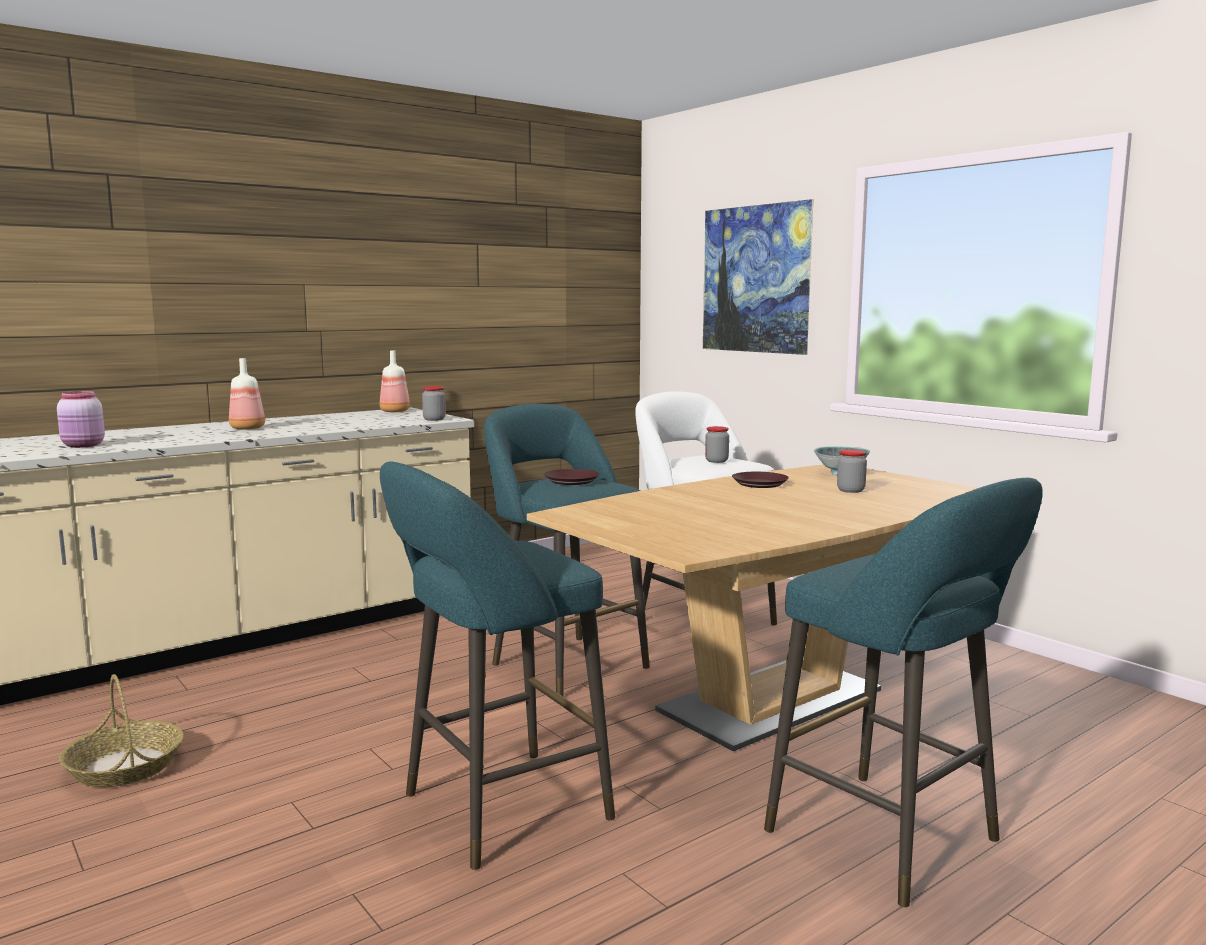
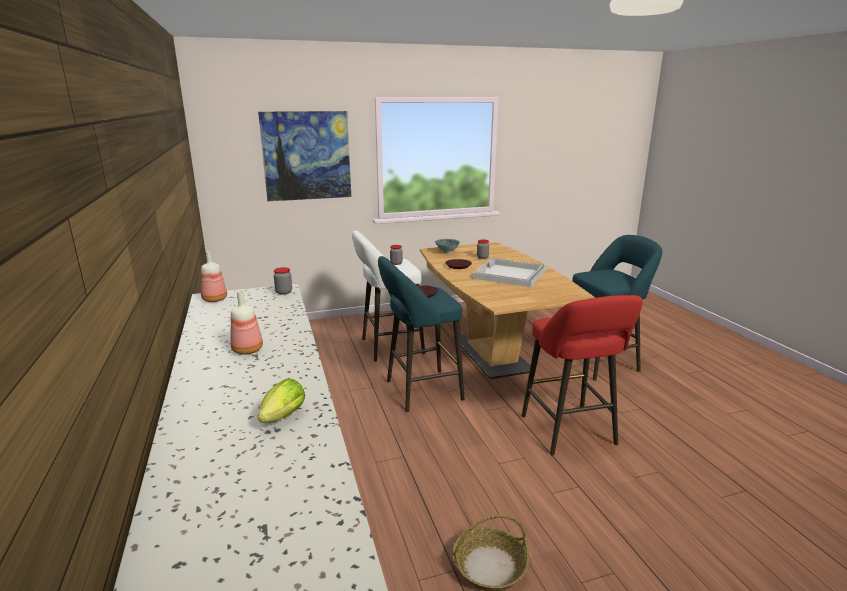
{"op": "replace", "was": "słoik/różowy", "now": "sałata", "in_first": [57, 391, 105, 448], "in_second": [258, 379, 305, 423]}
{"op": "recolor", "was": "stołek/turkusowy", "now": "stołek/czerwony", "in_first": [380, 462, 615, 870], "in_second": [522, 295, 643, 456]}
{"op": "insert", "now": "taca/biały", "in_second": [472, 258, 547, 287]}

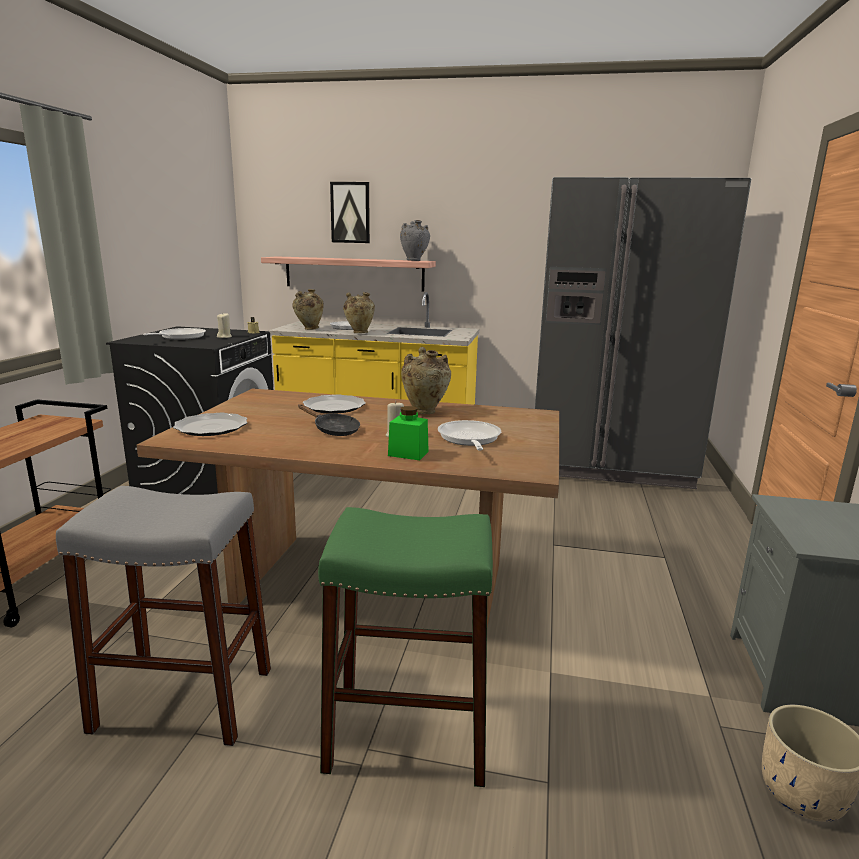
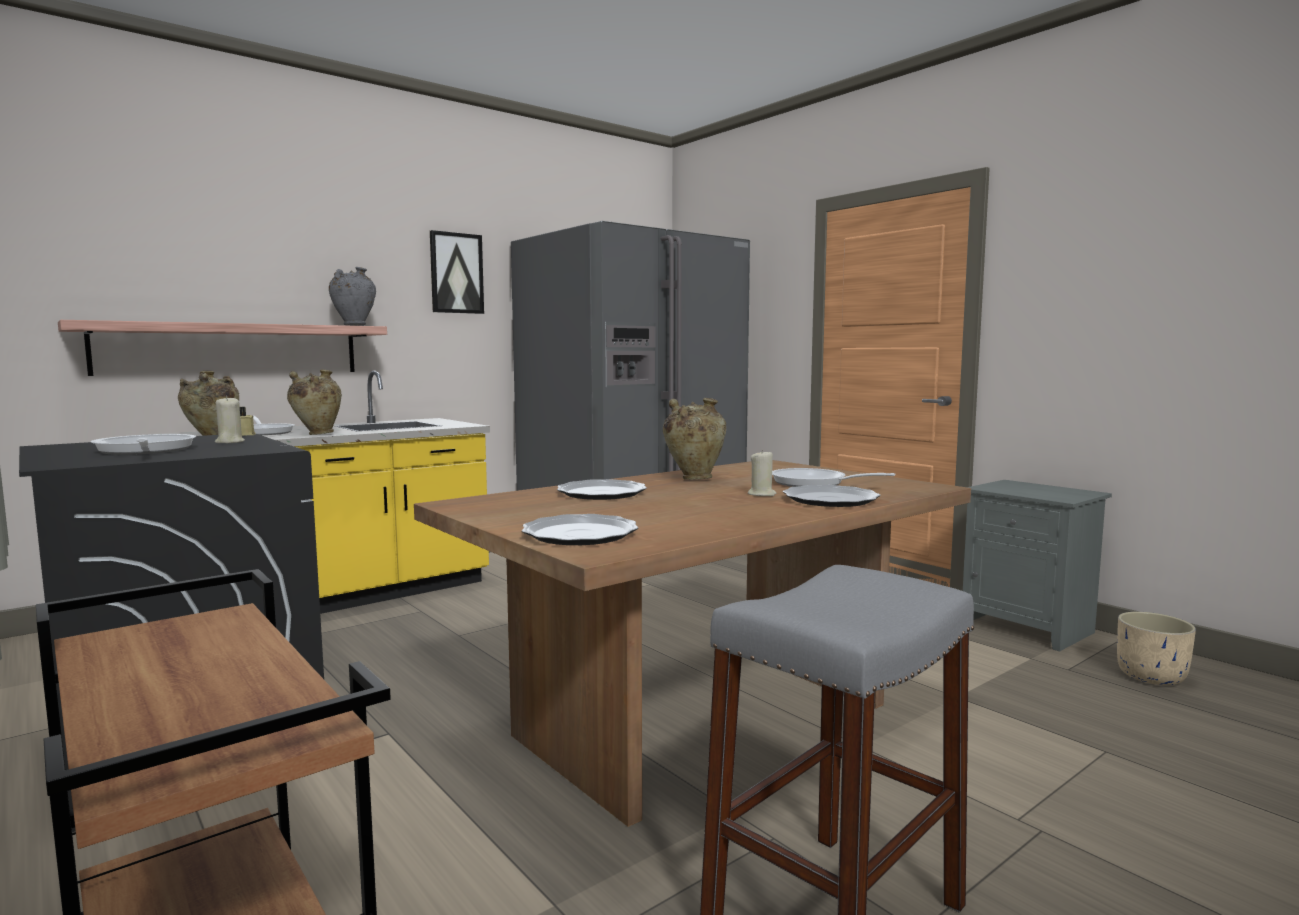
{"op": "delete", "was": "patelnia/czarny", "in_first": [298, 404, 360, 436]}
{"op": "delete", "was": "stołek/zielony", "in_first": [318, 507, 493, 787]}
{"op": "move", "was": "obraz", "in_first": [330, 182, 370, 243], "in_second": [430, 230, 484, 314]}
{"op": "replace", "was": "słoik/zielony", "now": "talerz", "in_first": [388, 406, 429, 460], "in_second": [783, 485, 880, 507]}

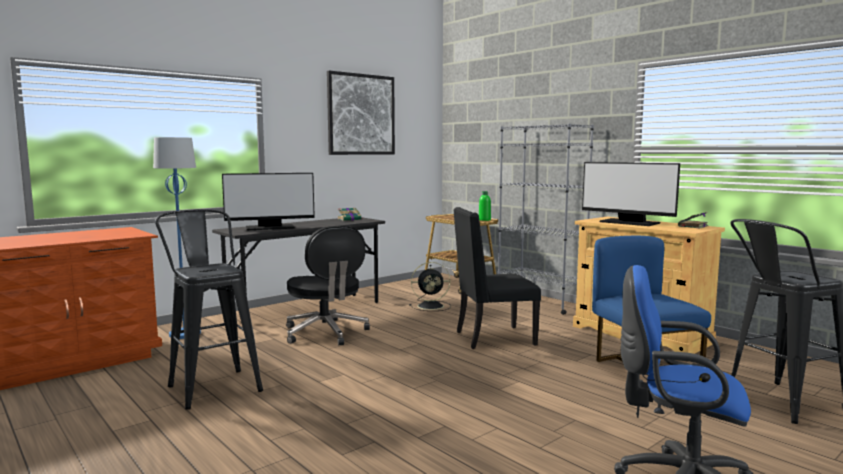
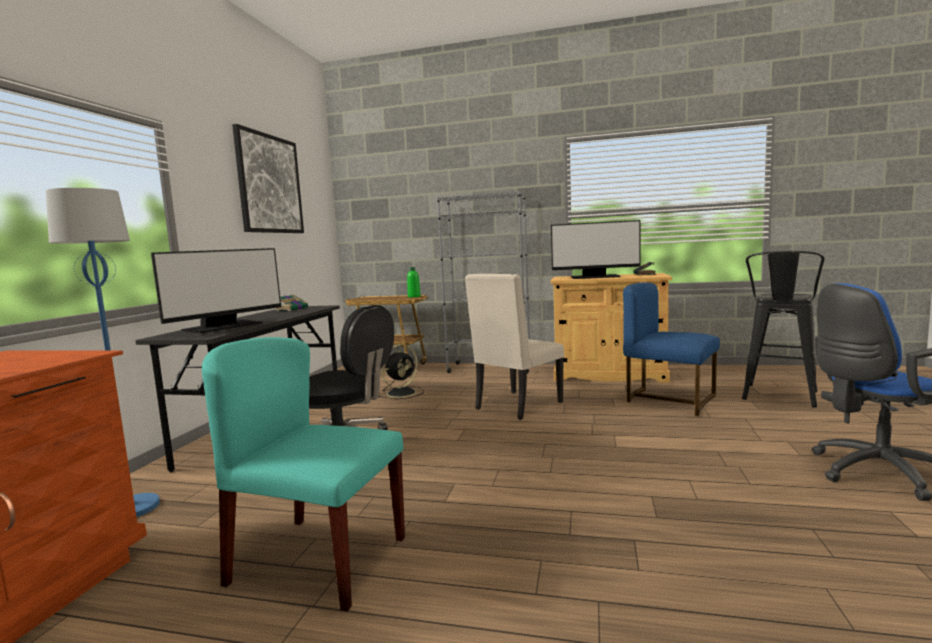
{"op": "replace", "was": "stołek/czarny", "now": "krzesło/turkusowy", "in_first": [155, 209, 263, 410], "in_second": [202, 337, 405, 612]}
{"op": "recolor", "was": "krzesło/czarny", "now": "krzesło/beżowy", "in_first": [453, 207, 541, 349], "in_second": [465, 274, 564, 420]}

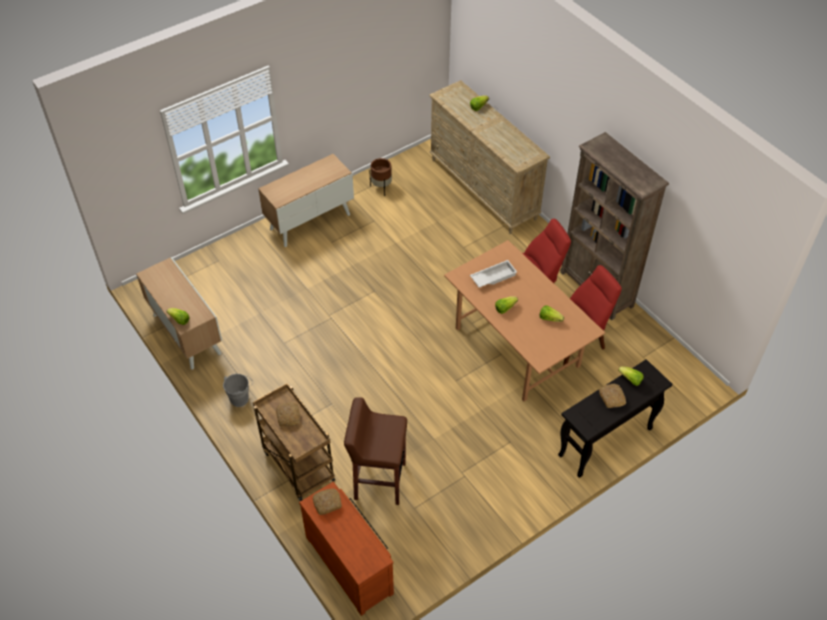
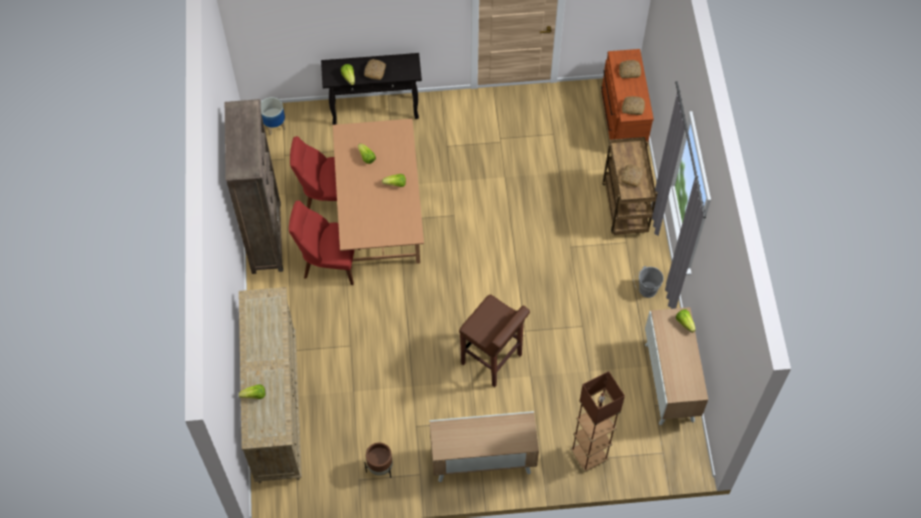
{"op": "move", "was": "stołek/brązowy", "in_first": [344, 397, 407, 505], "in_second": [459, 294, 530, 387]}
{"op": "delete", "was": "taca/biały", "in_first": [470, 260, 517, 287]}
{"op": "insert", "now": "donica", "in_second": [261, 97, 286, 135]}
{"op": "insert", "now": "lampa stojąca/brązowy", "in_second": [570, 371, 625, 472]}
{"op": "insert", "now": "chleb", "in_second": [619, 60, 641, 78]}

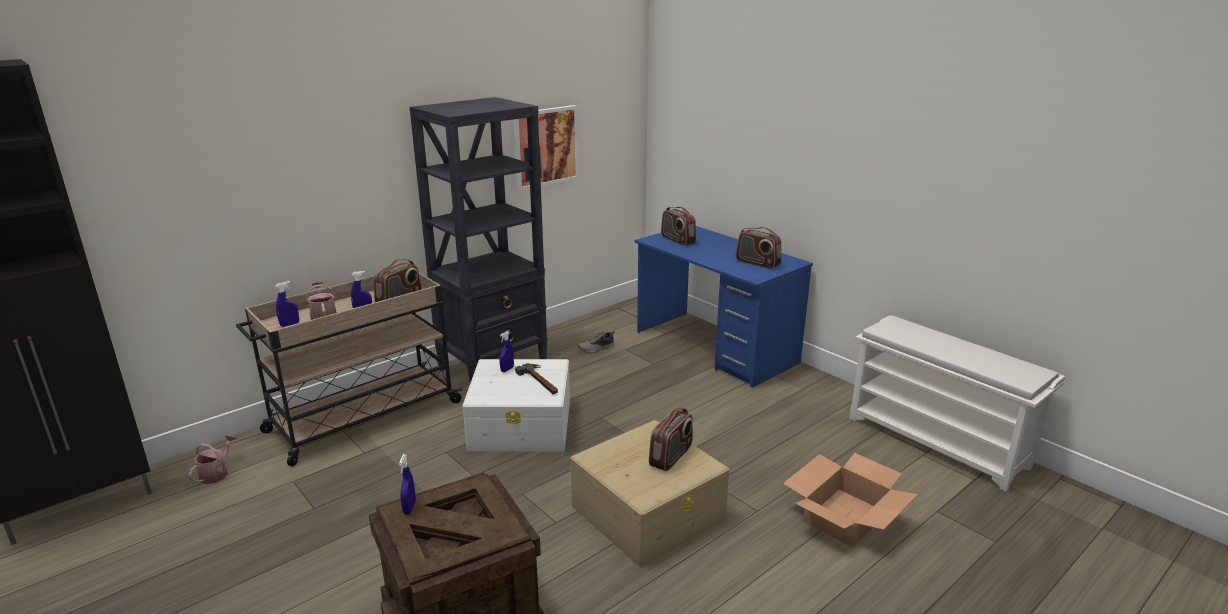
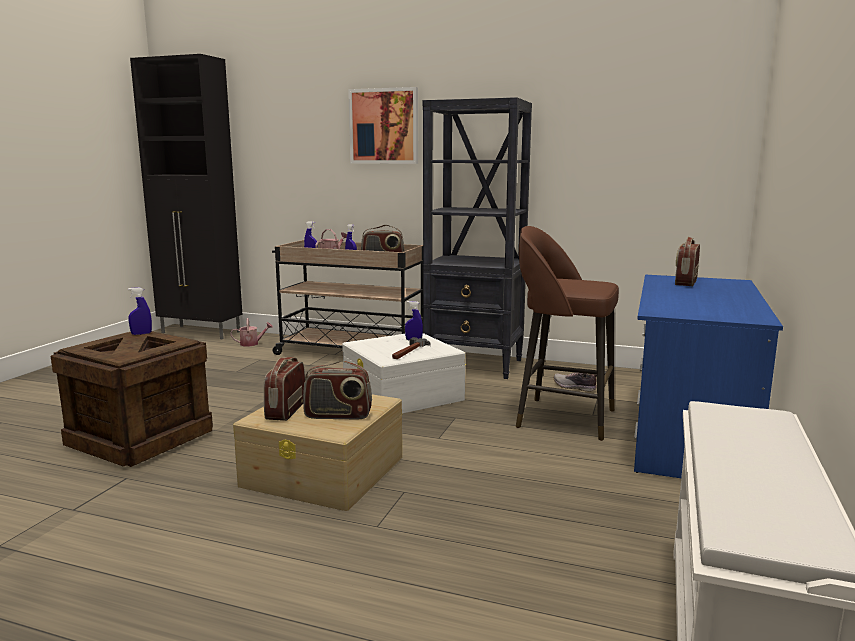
{"op": "move", "was": "obraz", "in_first": [513, 105, 579, 191], "in_second": [348, 87, 418, 164]}
{"op": "move", "was": "radio", "in_first": [736, 227, 782, 269], "in_second": [264, 357, 305, 421]}
{"op": "delete", "was": "karton", "in_first": [783, 453, 918, 547]}
{"op": "insert", "now": "stołek/brązowy", "in_second": [516, 226, 619, 441]}

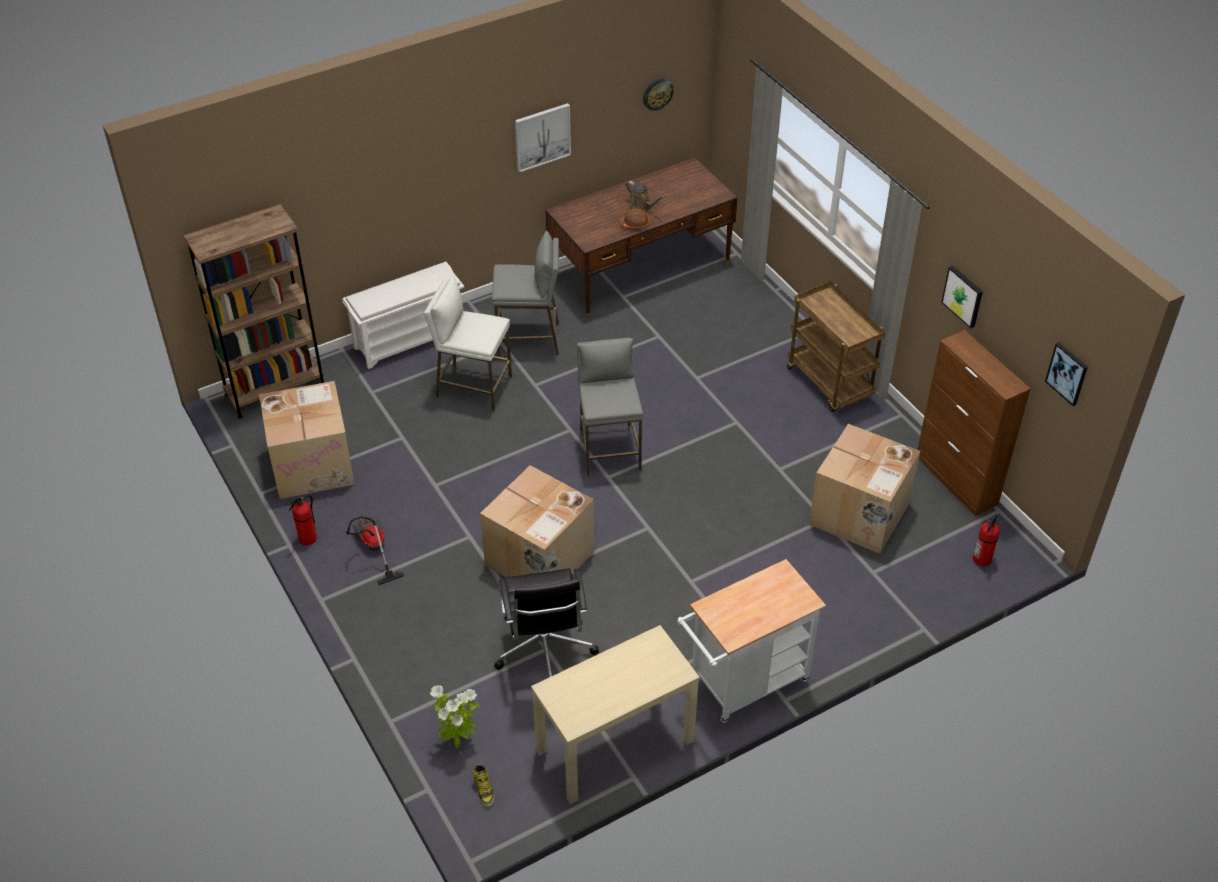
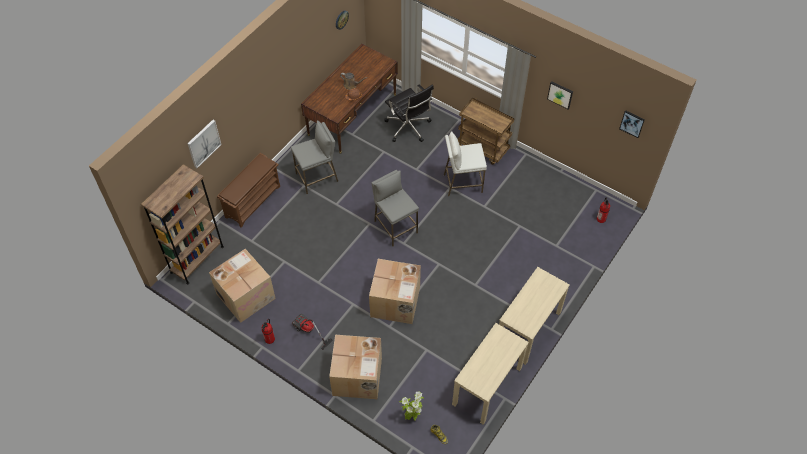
{"op": "recolor", "was": "regał na buty/biały", "now": "regał na buty/brązowy", "in_first": [342, 262, 464, 369], "in_second": [217, 153, 280, 227]}
{"op": "move", "was": "stołek/biały", "in_first": [424, 276, 512, 411], "in_second": [444, 131, 487, 196]}
{"op": "move", "was": "krzesło biurowe/czarny", "in_first": [494, 568, 599, 677], "in_second": [384, 84, 434, 142]}
{"op": "move", "was": "obraz", "in_first": [515, 103, 571, 172], "in_second": [187, 120, 222, 168]}
{"op": "replace", "was": "wózek/biały", "now": "stolik konsolowy/beżowy", "in_first": [677, 559, 826, 723], "in_second": [499, 267, 570, 365]}
{"op": "move", "was": "karton", "in_first": [809, 424, 920, 554], "in_second": [329, 335, 382, 399]}
{"op": "delete", "was": "szafka/brązowy", "in_first": [917, 330, 1030, 516]}

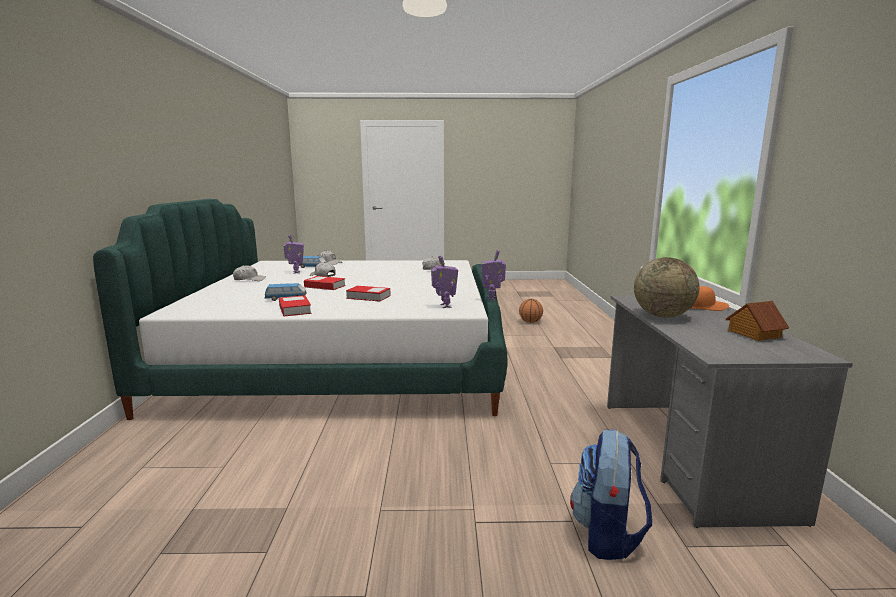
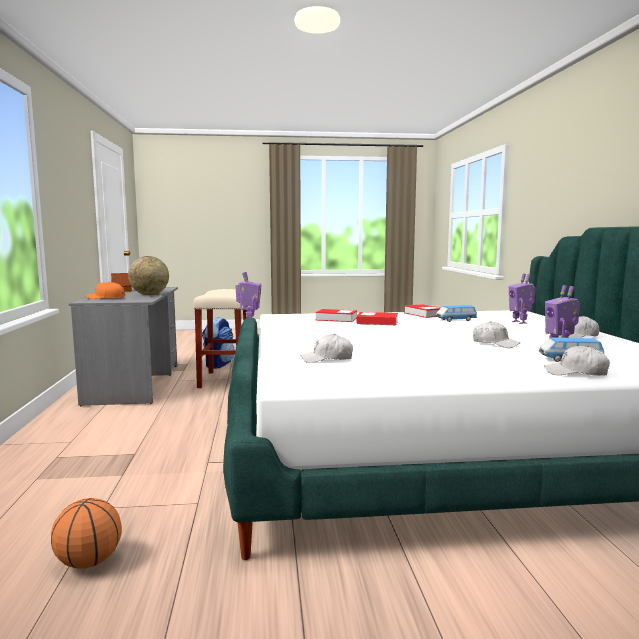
{"op": "move", "was": "książka", "in_first": [304, 276, 346, 290], "in_second": [315, 309, 357, 322]}
{"op": "move", "was": "robot zabawkowy", "in_first": [431, 256, 458, 308], "in_second": [509, 273, 536, 324]}
{"op": "insert", "now": "stołek/beżowy", "in_second": [193, 289, 247, 388]}

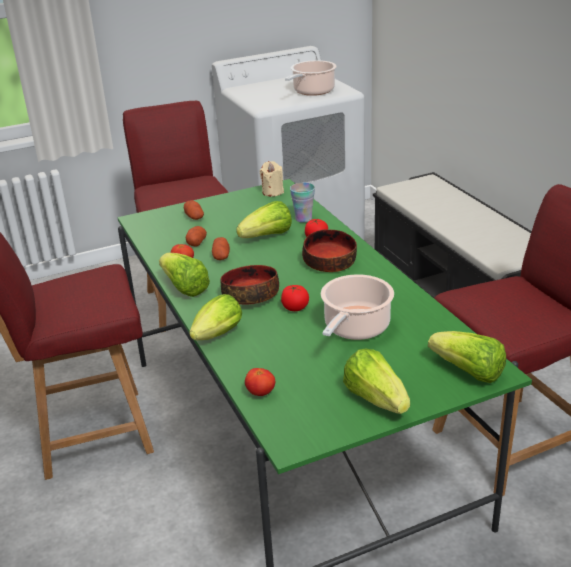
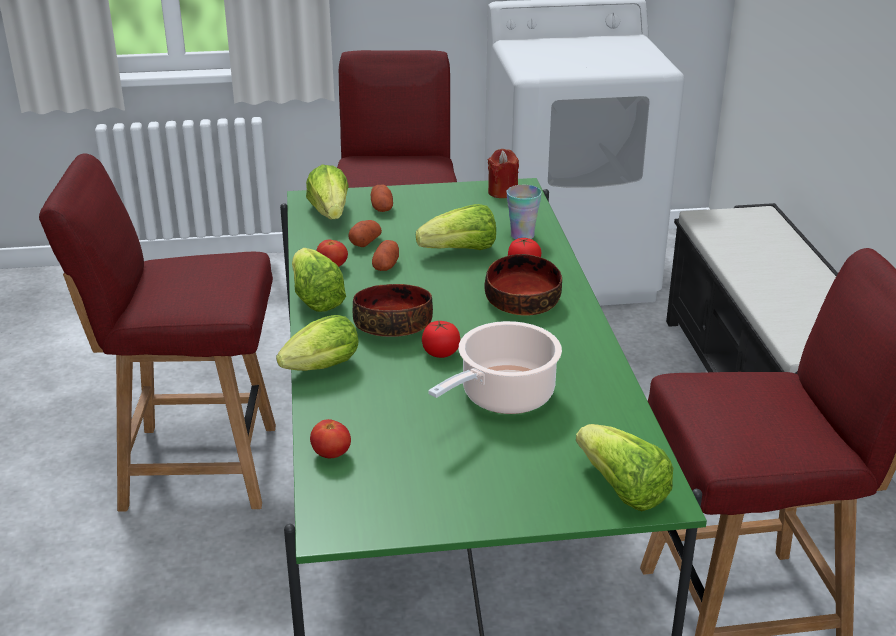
{"op": "recolor", "was": "świeca/beżowy", "now": "świeca/czerwony", "in_first": [260, 161, 284, 197], "in_second": [488, 149, 519, 198]}
{"op": "delete", "was": "garnek", "in_first": [285, 60, 337, 96]}
{"op": "move", "was": "sałata", "in_first": [343, 349, 410, 414], "in_second": [306, 165, 349, 219]}

